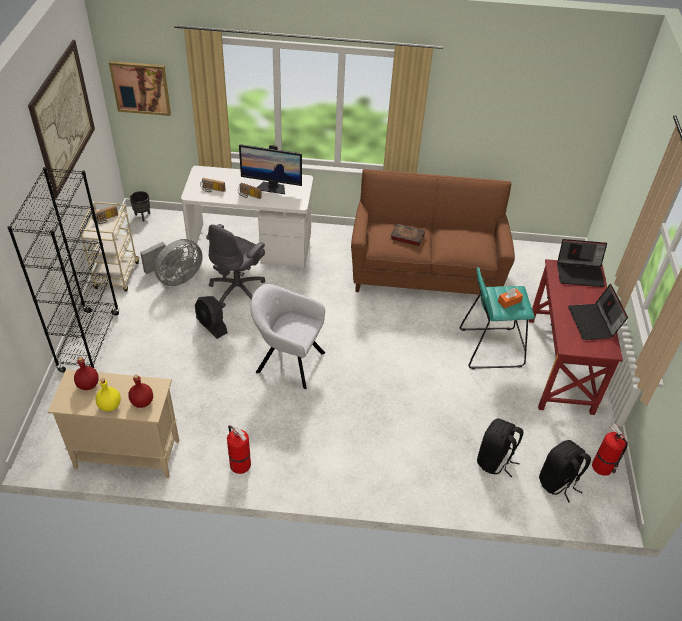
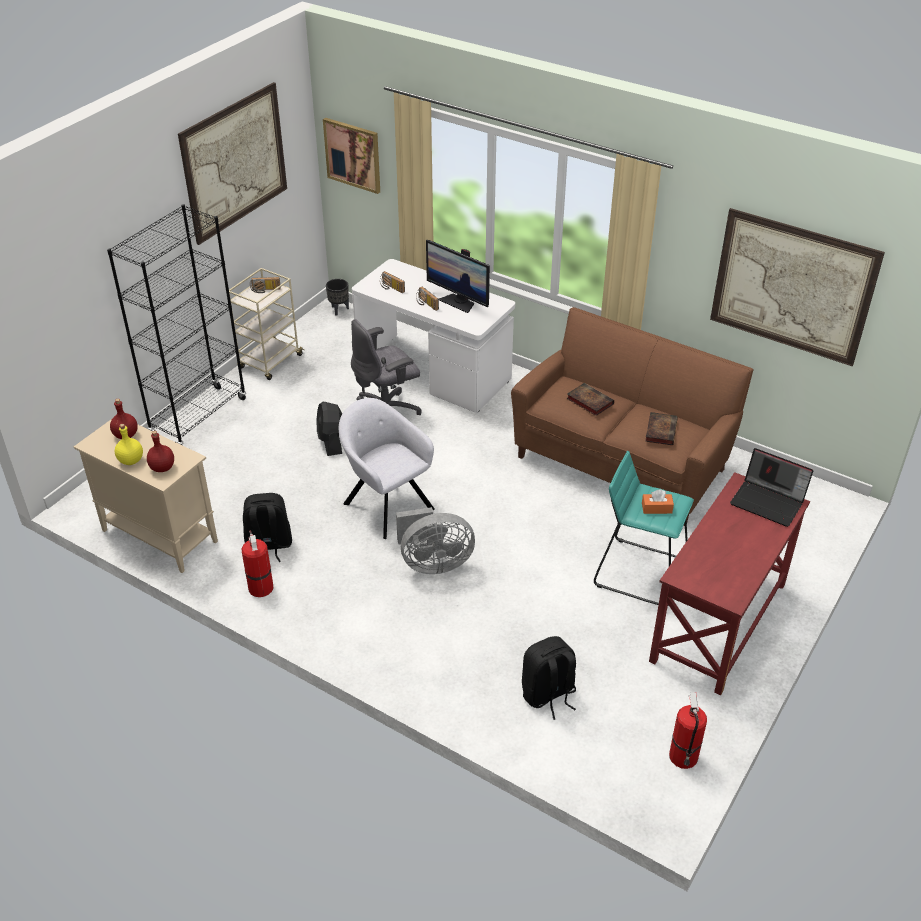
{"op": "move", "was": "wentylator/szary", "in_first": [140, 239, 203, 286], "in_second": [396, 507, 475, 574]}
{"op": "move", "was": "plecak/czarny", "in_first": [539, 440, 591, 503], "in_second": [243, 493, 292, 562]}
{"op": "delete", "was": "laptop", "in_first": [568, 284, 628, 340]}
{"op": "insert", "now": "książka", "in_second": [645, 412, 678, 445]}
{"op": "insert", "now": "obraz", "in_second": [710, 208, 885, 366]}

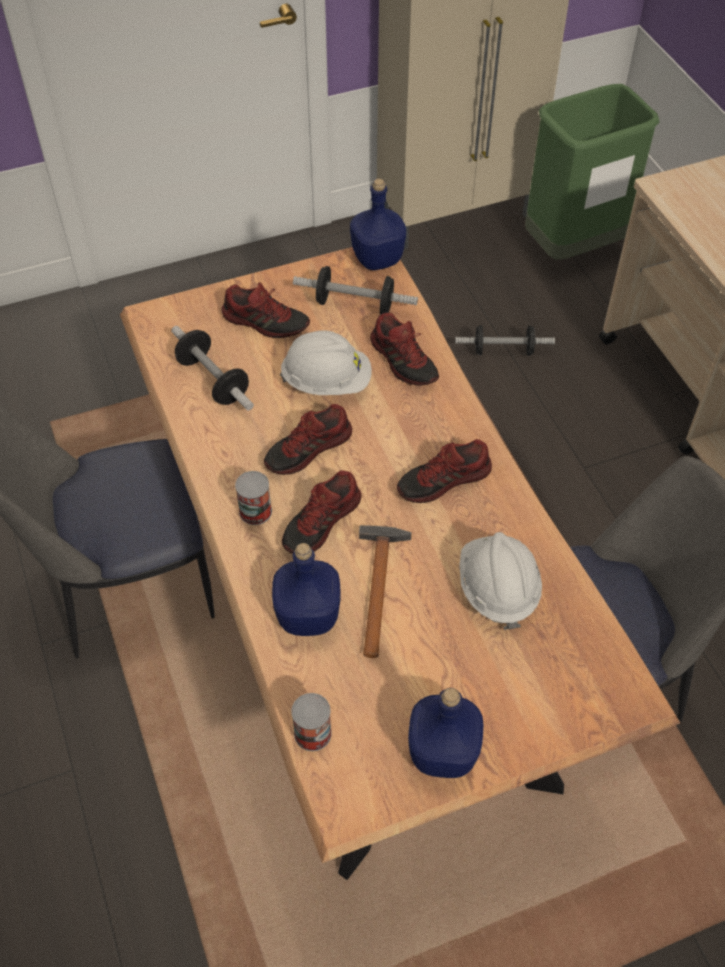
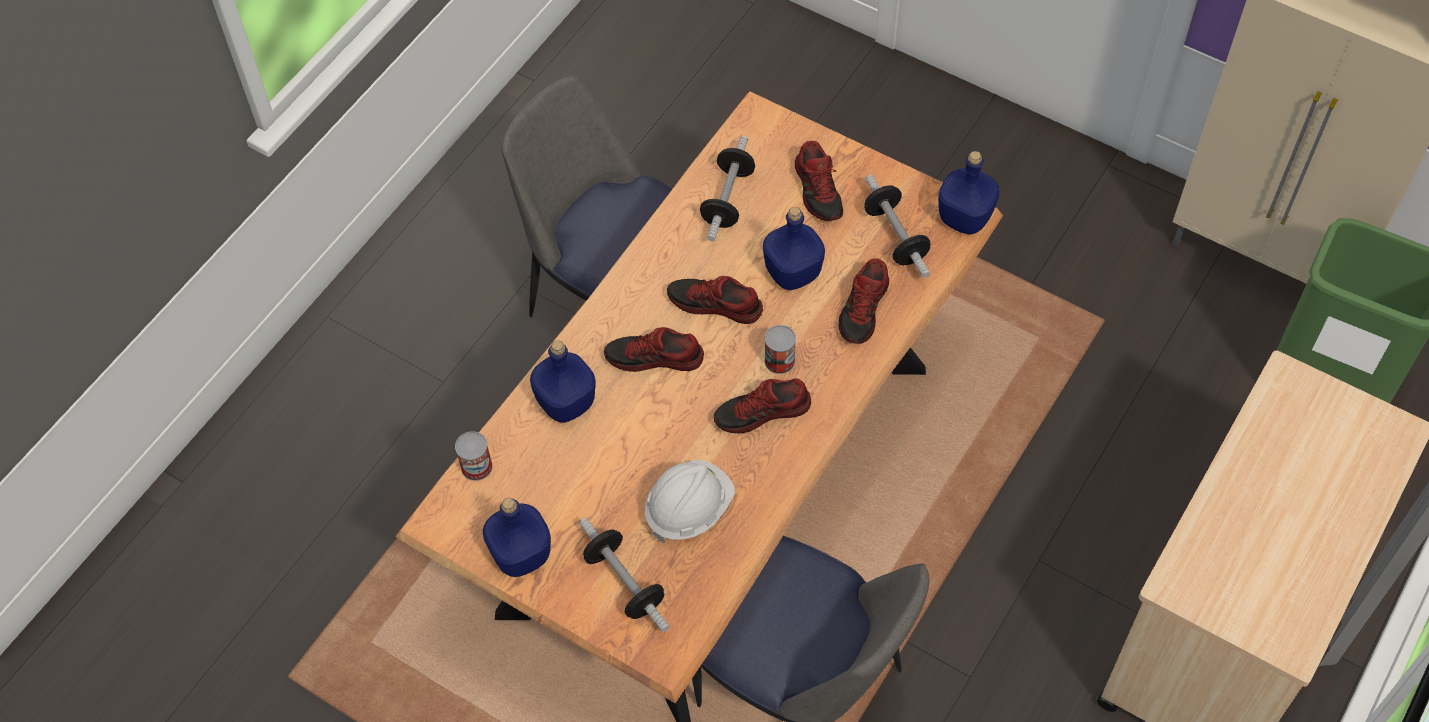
{"op": "move", "was": "puszka", "in_first": [235, 471, 272, 525], "in_second": [764, 325, 796, 374]}
{"op": "replace", "was": "kask/biały", "now": "butelka/niebieski", "in_first": [280, 331, 372, 395], "in_second": [763, 207, 825, 290]}
{"op": "delete", "was": "młotek", "in_first": [359, 525, 412, 658]}
{"op": "rotate", "was": "but", "in_first": [397, 439, 492, 503], "in_second": [714, 378, 811, 434], "clockwise": -45}
{"op": "move", "was": "hantel", "in_first": [455, 325, 555, 356], "in_second": [579, 518, 670, 632]}

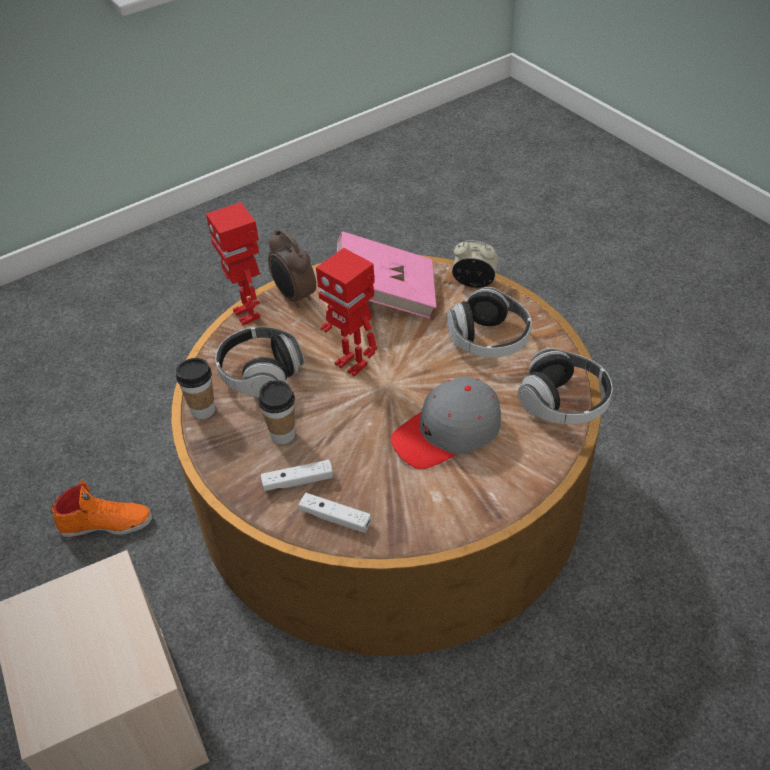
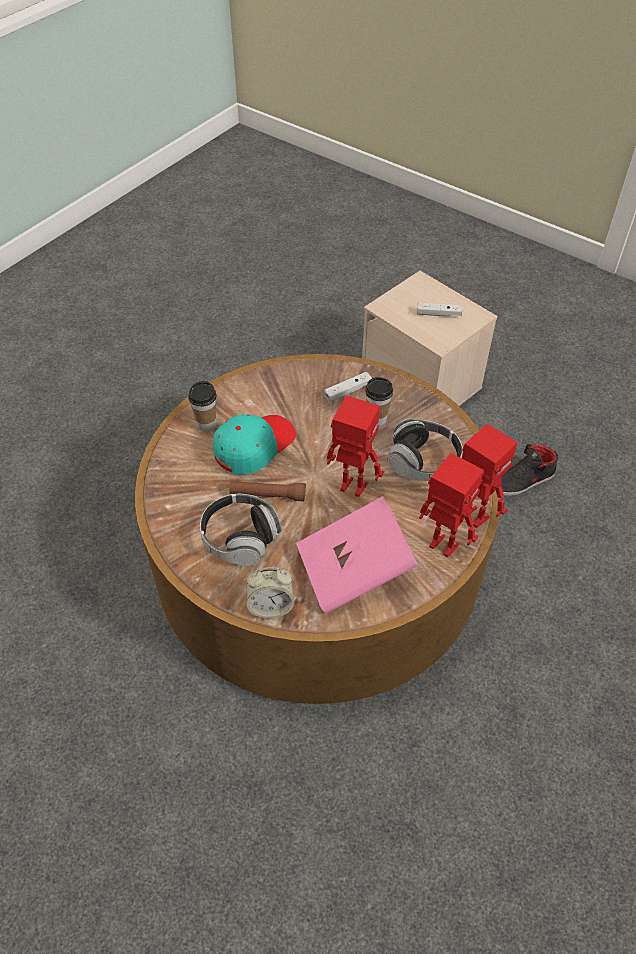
{"op": "recolor", "was": "but/pomarańczowy", "now": "but/czarny", "in_first": [51, 480, 153, 537], "in_second": [501, 444, 558, 496]}
{"op": "move", "was": "filiżanka", "in_first": [176, 358, 215, 419], "in_second": [188, 381, 217, 431]}
{"op": "replace", "was": "budzik", "now": "robot zabawkowy", "in_first": [268, 229, 316, 308], "in_second": [419, 453, 484, 557]}
{"op": "move", "was": "pad do gier/biały", "in_first": [299, 493, 371, 533], "in_second": [417, 302, 463, 316]}
{"op": "recolor", "was": "czapka z daszkiem/szary", "now": "czapka z daszkiem/turkusowy", "in_first": [391, 377, 501, 469], "in_second": [213, 414, 296, 474]}
{"op": "delete", "was": "słuchawki", "in_first": [518, 348, 613, 424]}
{"op": "insert", "now": "latarka/brązowy", "in_second": [230, 481, 306, 501]}

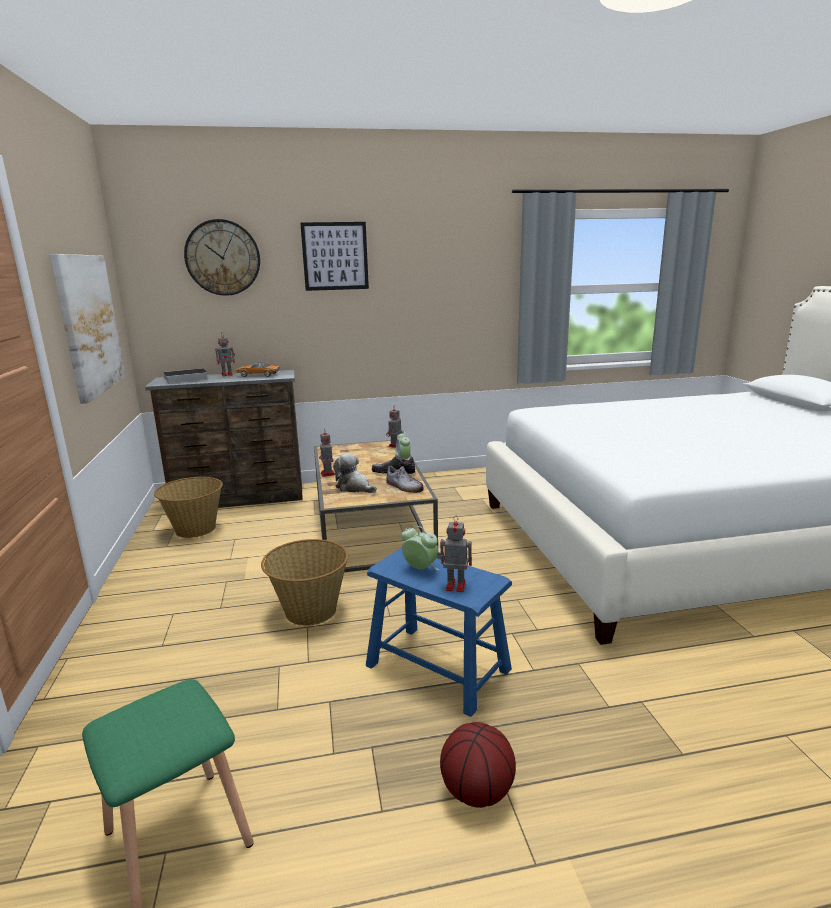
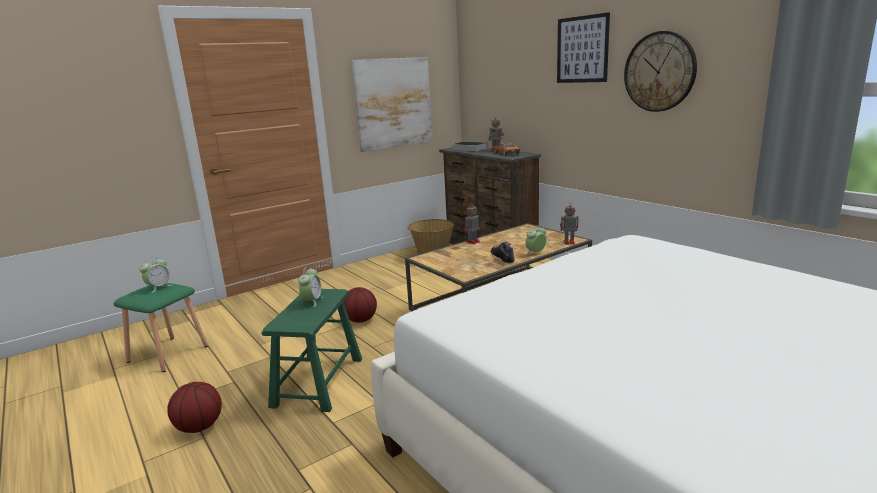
{"op": "move", "was": "zegar ścienny", "in_first": [184, 219, 260, 296], "in_second": [624, 31, 697, 112]}
{"op": "replace", "was": "koszyk", "now": "piłka do koszykówki", "in_first": [261, 539, 348, 626], "in_second": [343, 287, 377, 323]}
{"op": "delete", "was": "pluszak", "in_first": [333, 453, 377, 493]}
{"op": "recolor", "was": "stołek/niebieski", "now": "stołek/zielony", "in_first": [366, 547, 512, 717], "in_second": [262, 289, 362, 412]}
{"op": "delete", "was": "but", "in_first": [386, 466, 424, 493]}
{"op": "delete", "was": "robot zabawkowy", "in_first": [437, 515, 472, 592]}
{"op": "insert", "now": "budzik", "in_second": [139, 257, 172, 293]}

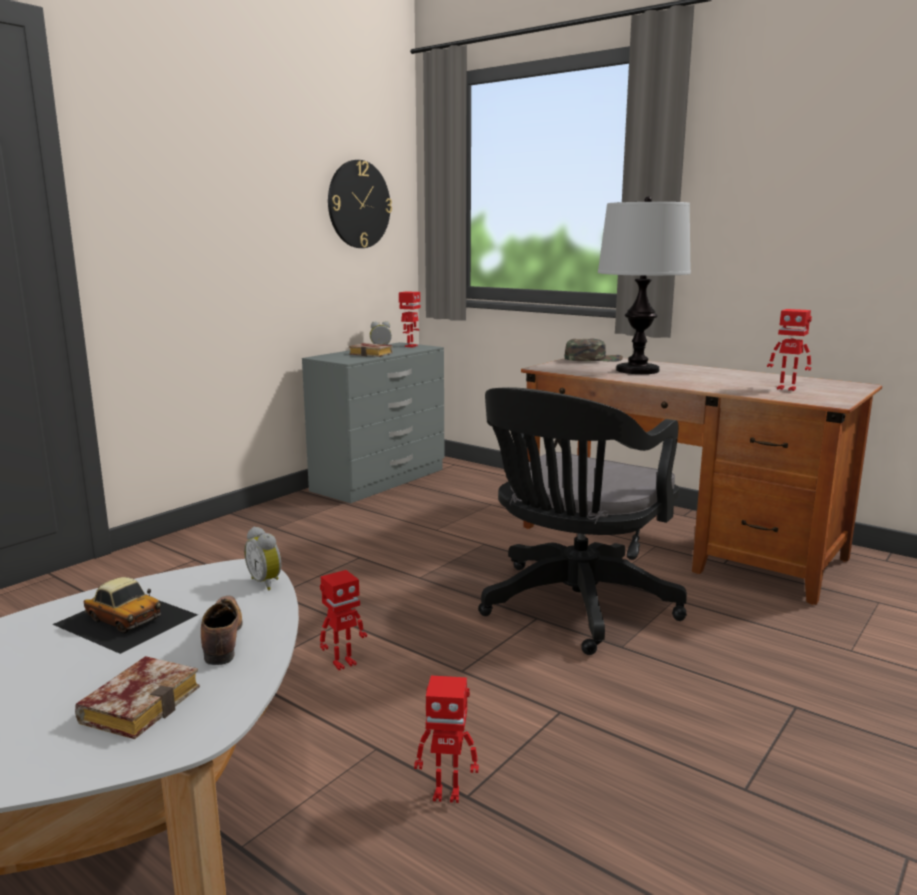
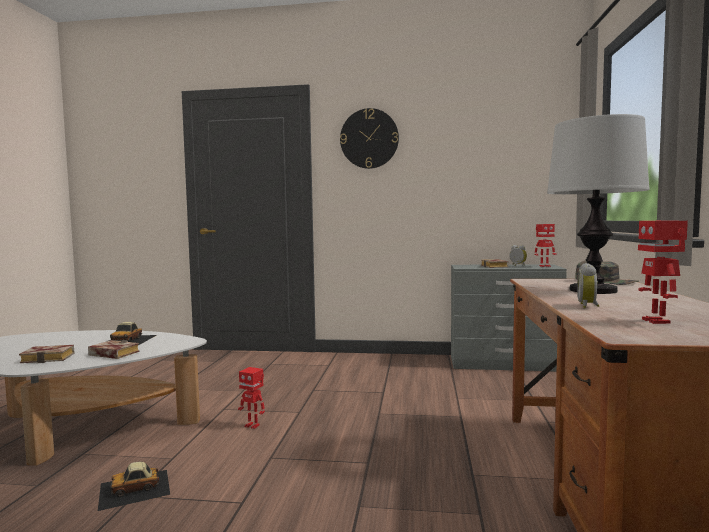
{"op": "replace", "was": "but", "now": "książka", "in_first": [201, 596, 243, 665], "in_second": [88, 340, 139, 359]}
{"op": "move", "was": "budzik", "in_first": [244, 527, 281, 590], "in_second": [577, 263, 599, 309]}
{"op": "move", "was": "zegar ścienny", "in_first": [328, 160, 392, 248], "in_second": [340, 108, 399, 169]}
{"op": "replace", "was": "robot zabawkowy", "now": "samochodzik", "in_first": [414, 675, 479, 803], "in_second": [98, 462, 170, 511]}
{"op": "delete", "was": "krzesło biurowe/czarny", "in_first": [478, 387, 687, 655]}

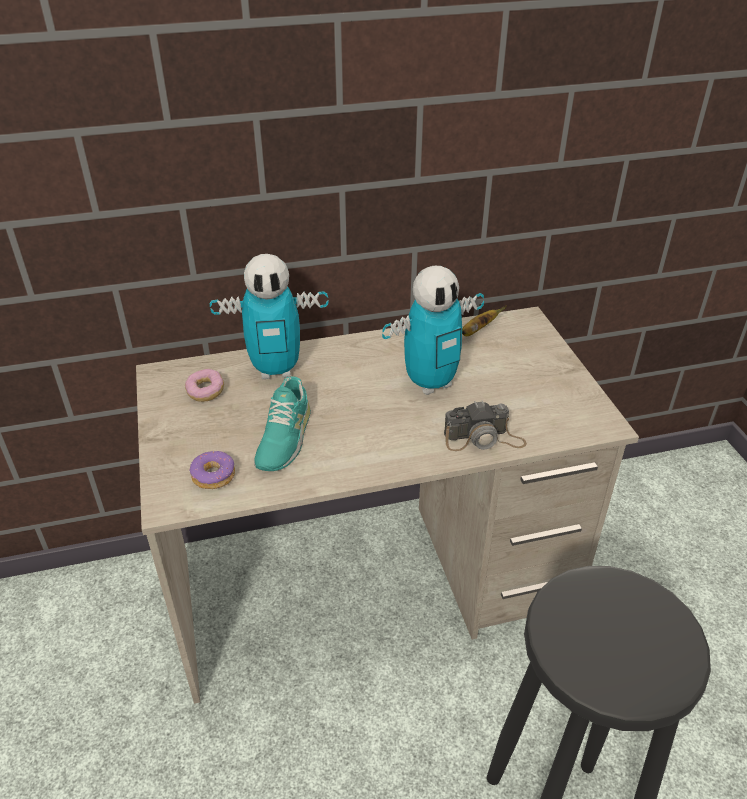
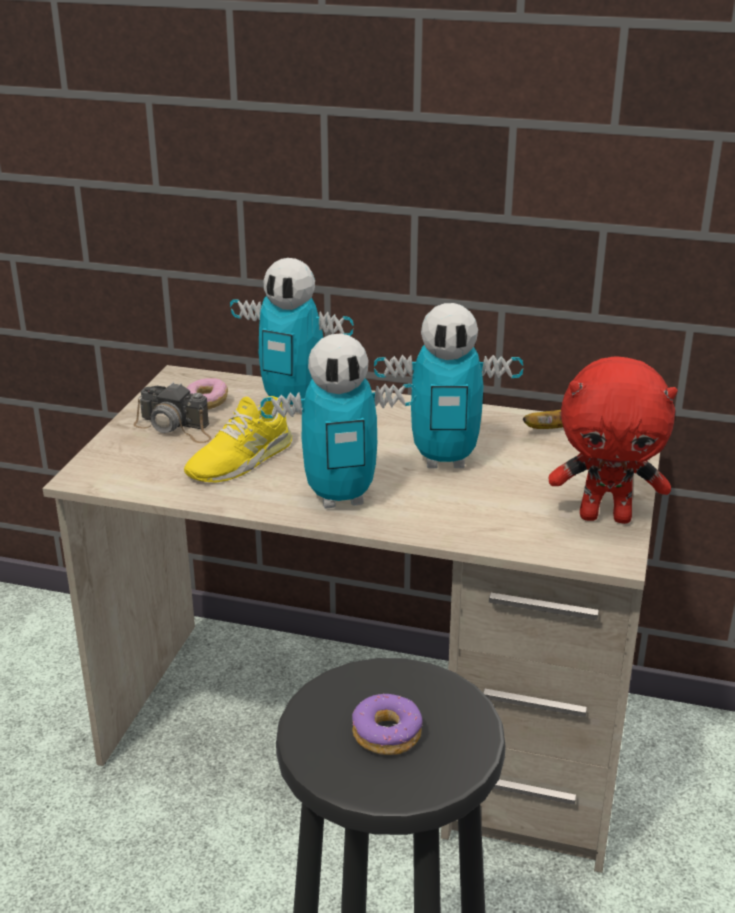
{"op": "move", "was": "donut", "in_first": [190, 451, 235, 489], "in_second": [352, 694, 423, 755]}
{"op": "recolor", "was": "but/turkusowy", "now": "but/żółty", "in_first": [254, 376, 311, 471], "in_second": [184, 396, 292, 482]}
{"op": "move", "was": "aparat fotograficzny", "in_first": [444, 400, 527, 451], "in_second": [134, 382, 212, 443]}
{"op": "insert", "now": "robot zabawkowy", "in_second": [261, 333, 416, 509]}
{"op": "insert", "now": "pluszak/czerwony", "in_second": [549, 356, 677, 524]}

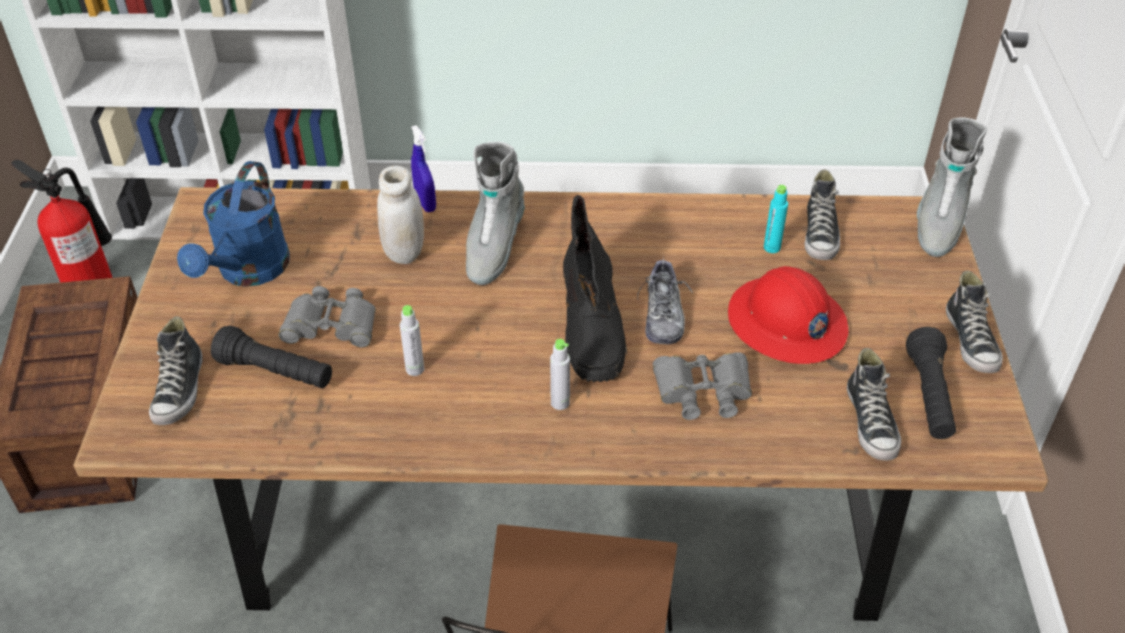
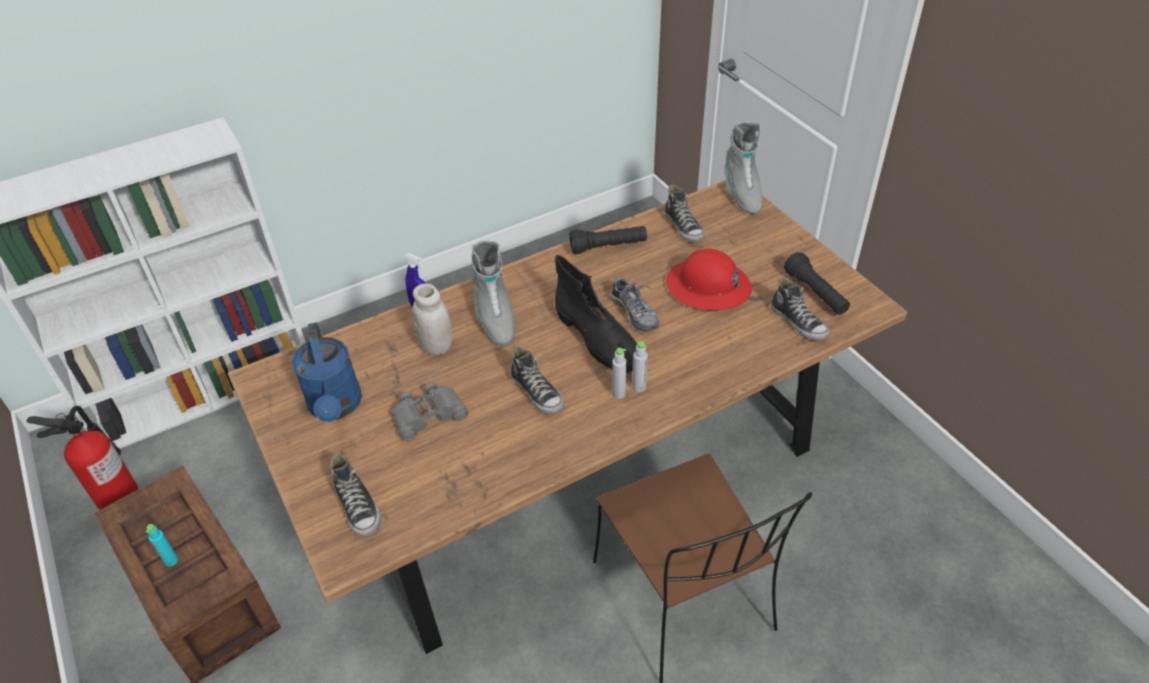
{"op": "move", "was": "latarka/czarny", "in_first": [211, 326, 332, 388], "in_second": [570, 226, 647, 254]}
{"op": "move", "was": "butelka/szary", "in_first": [400, 305, 424, 376], "in_second": [632, 341, 648, 392]}
{"op": "delete", "was": "lornetka/szary", "in_first": [653, 352, 752, 420]}
{"op": "move", "was": "butelka/turkusowy", "in_first": [764, 185, 788, 253], "in_second": [146, 524, 178, 567]}
{"op": "move", "was": "but", "in_first": [946, 271, 1003, 373], "in_second": [511, 346, 564, 414]}

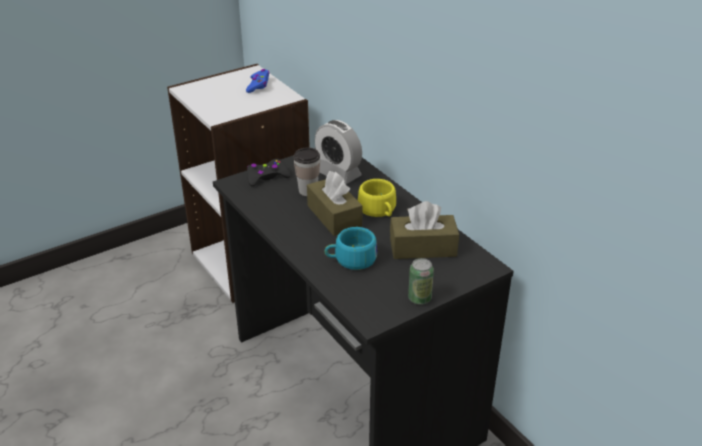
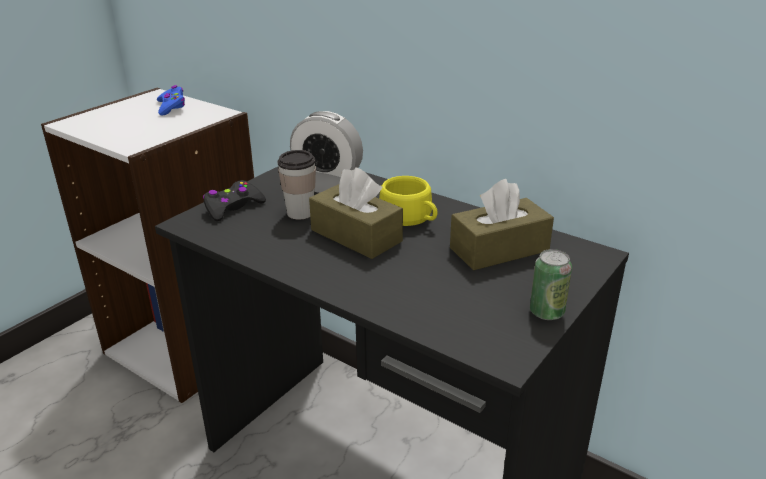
{"op": "delete", "was": "filiżanka/turkusowy", "in_first": [324, 227, 377, 270]}

